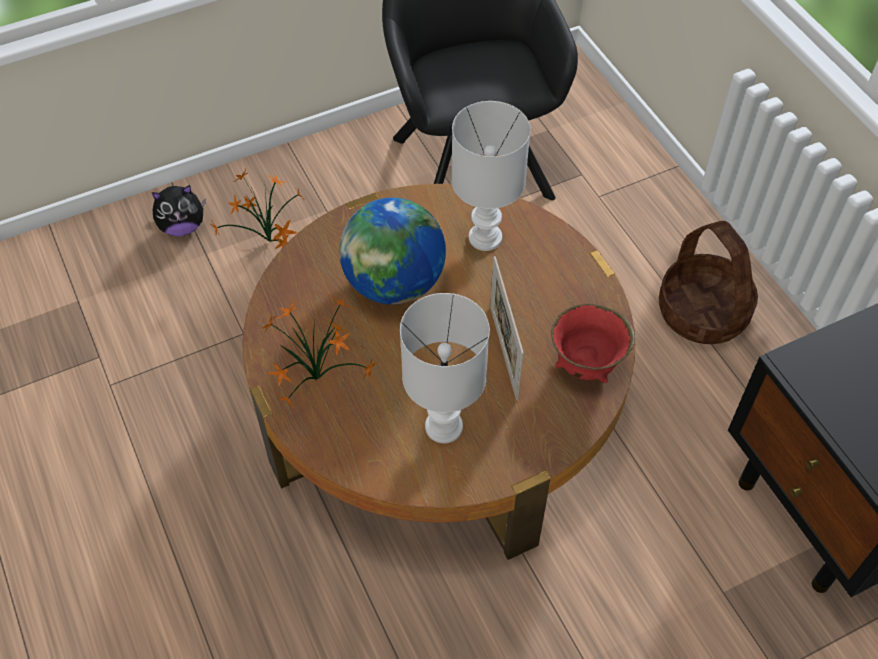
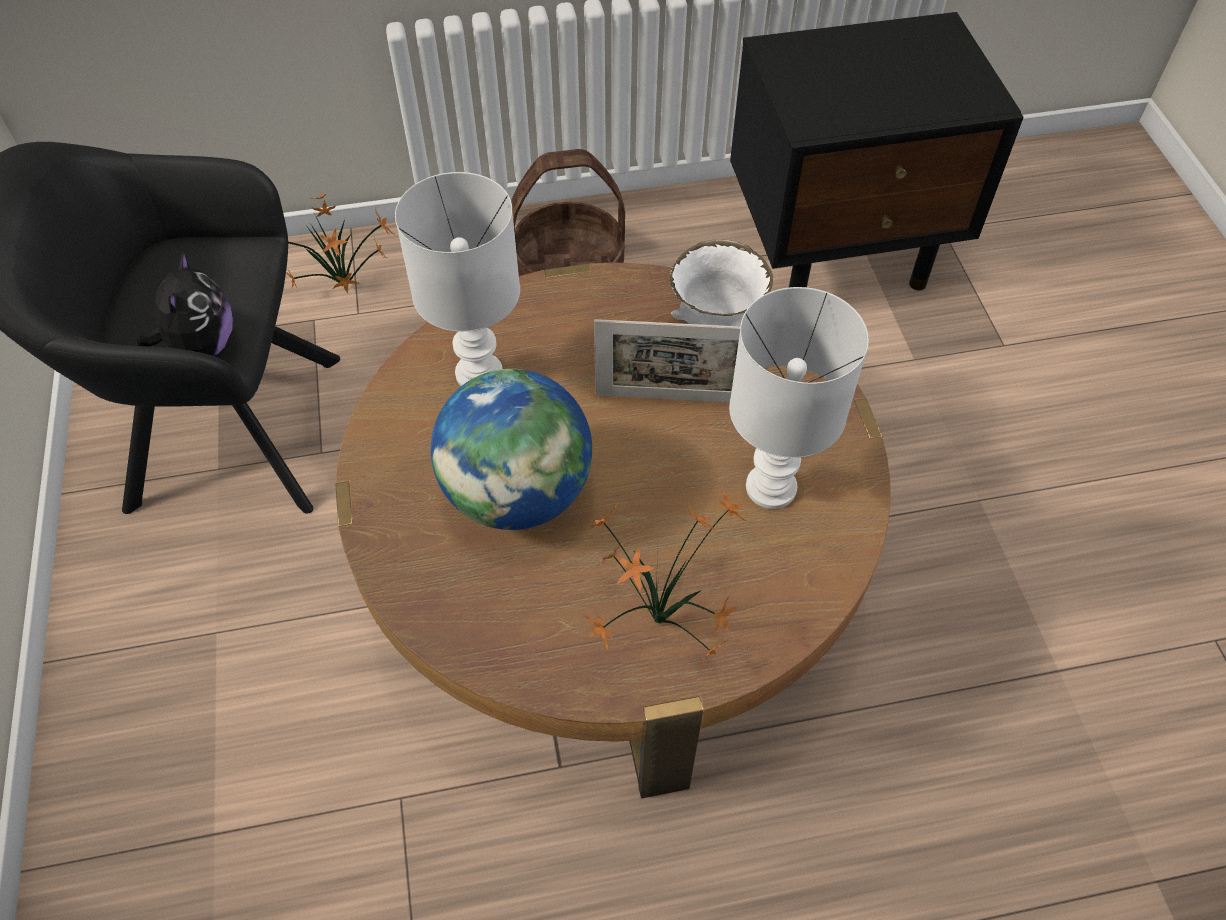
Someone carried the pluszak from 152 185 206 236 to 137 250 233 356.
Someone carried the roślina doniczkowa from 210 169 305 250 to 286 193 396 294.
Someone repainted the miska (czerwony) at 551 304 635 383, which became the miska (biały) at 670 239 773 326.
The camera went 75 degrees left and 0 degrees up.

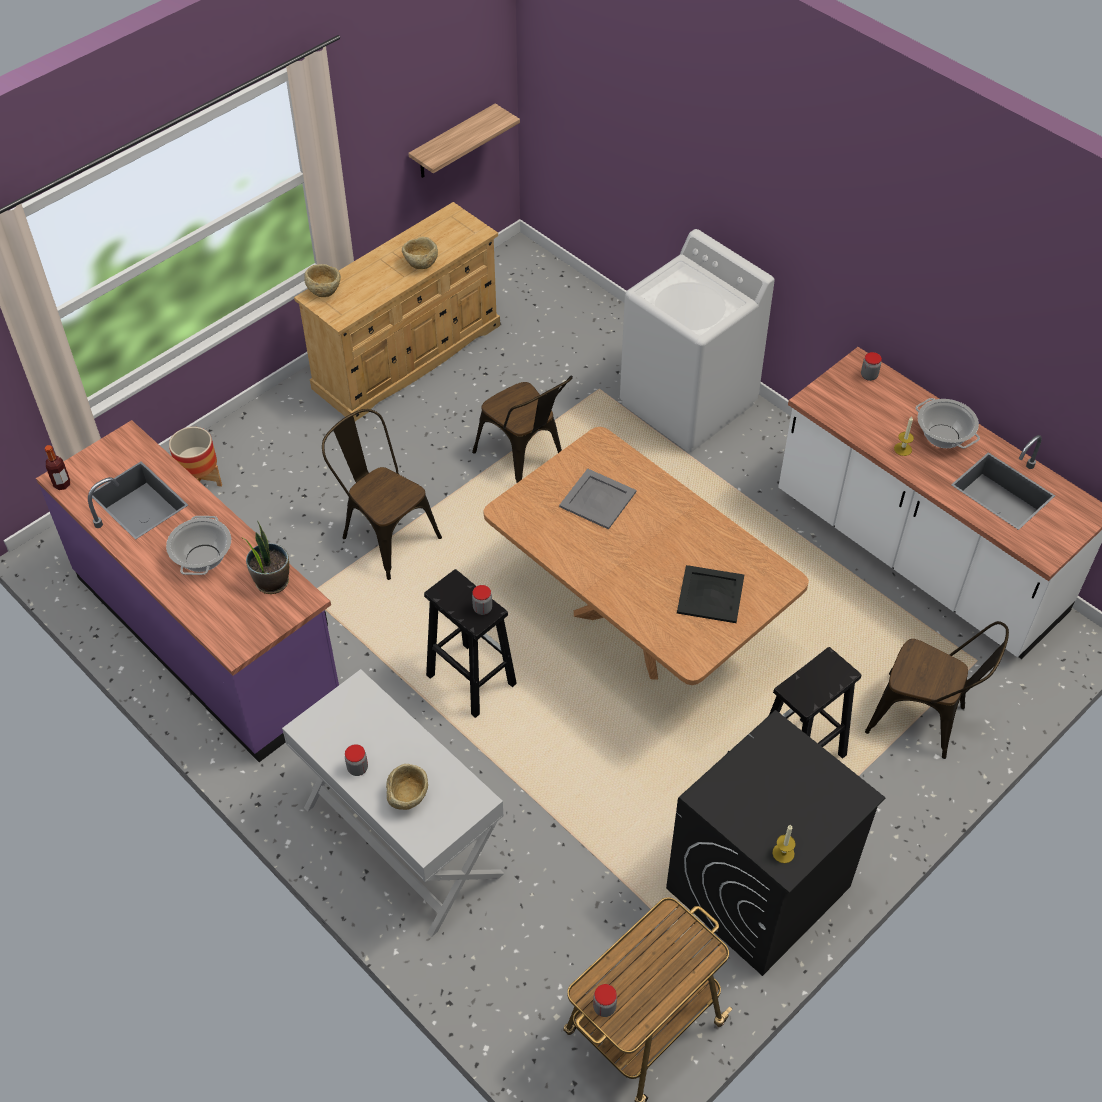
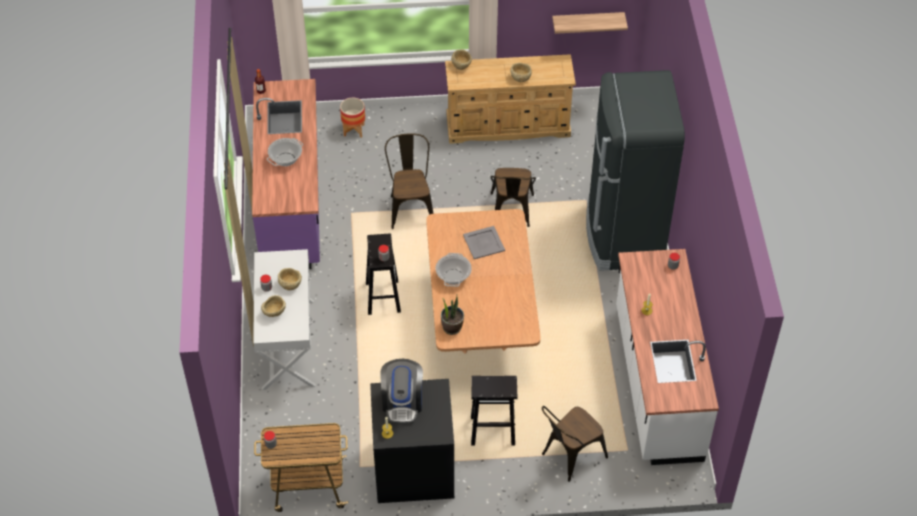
Someone carried the roślina doniczkowa from 241 520 289 594 to 441 296 464 335.
Someone swapped the pralka (biały) at 620 229 775 452 for the lodówka (czarny) at 586 70 685 271.
Someone took away the taca (czarny) at 677 565 744 623.
Someone rotated the krzesło (brązowy) at 865 621 1009 759 by 75 degrees clockwise.
Someone carried the garnek from 916 398 980 449 to 436 253 472 287.
Someone put down the miska (beżowy) at 278 268 302 290.
Someone put down the ekspres do kawy at 380 359 423 424.
The camera went 40 degrees right and 0 degrees up.

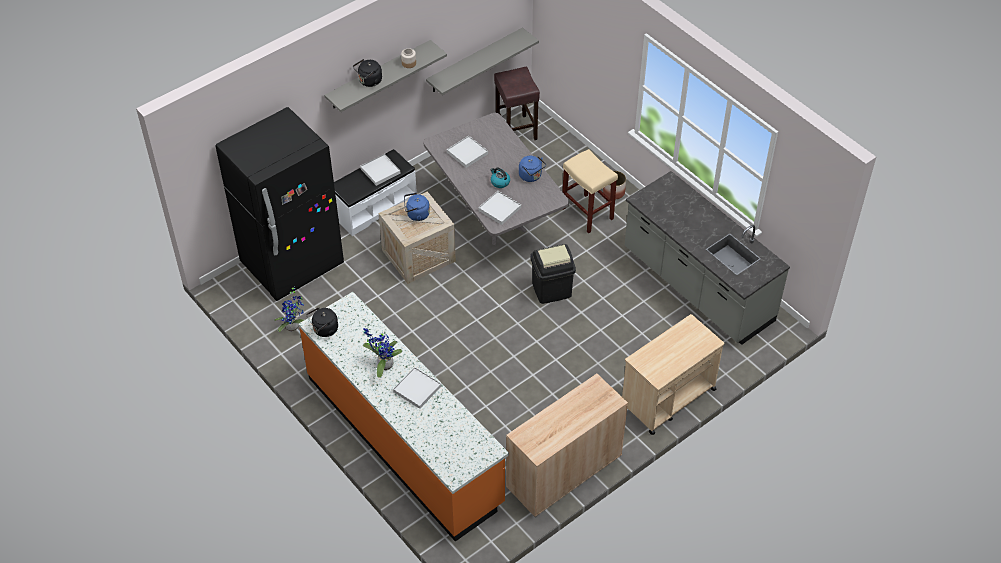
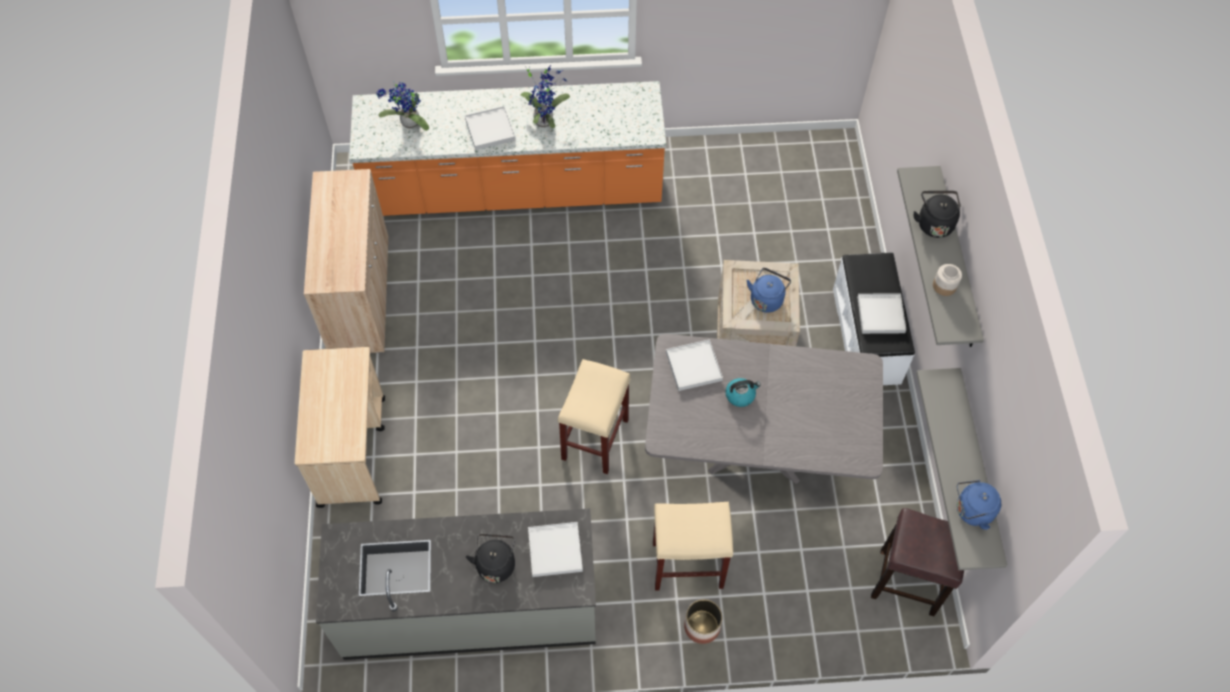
Someone took away the lodówka (czarny) at 215 107 344 301.
Someone carried the roślina doniczkowa from 274 285 304 332 to 376 81 429 131.
Someone carried the czajnik (czarny) from 307 307 338 337 to 466 534 515 583.
Someone carried the taca (biały) from 447 136 488 168 to 528 522 583 577.
Someone carried the czajnik (niebieski) from 519 156 546 182 to 957 480 1001 530.
Someone swapped the kosz na śmieci (czarny) at 530 244 576 304 for the stołek (beżowy) at 558 359 631 474.
The camera went 125 degrees right and 10 degrees up.

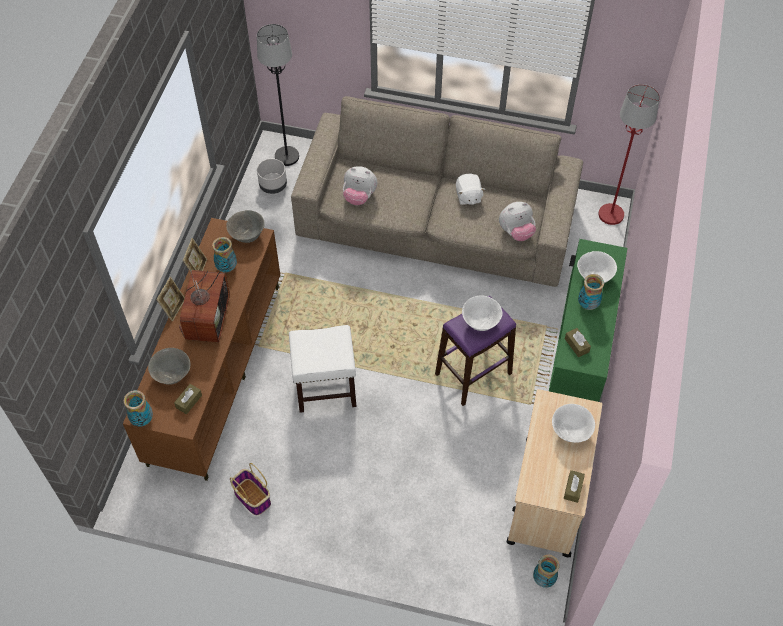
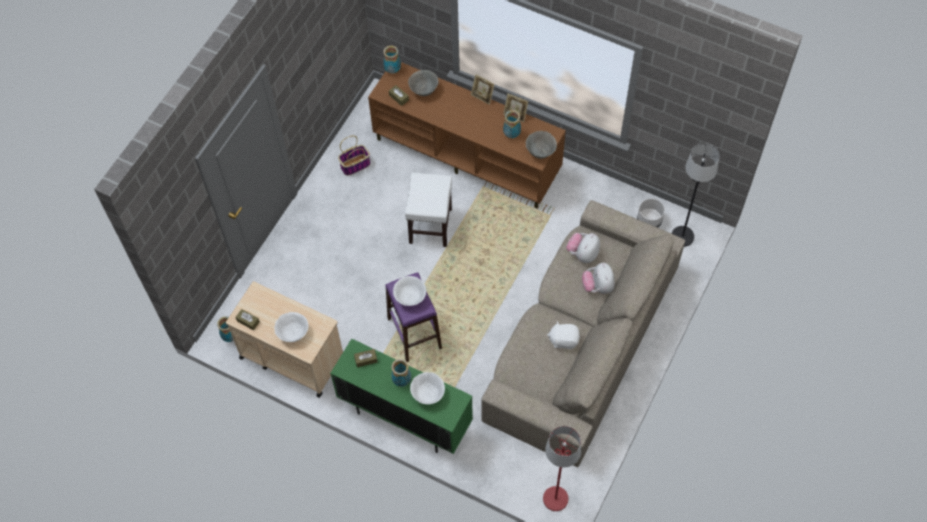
Someone took away the telewizor at 179 263 230 342.
Someone carried the pluszak from 499 202 536 241 to 582 263 615 294.
The camera went 105 degrees right and 5 degrees up.

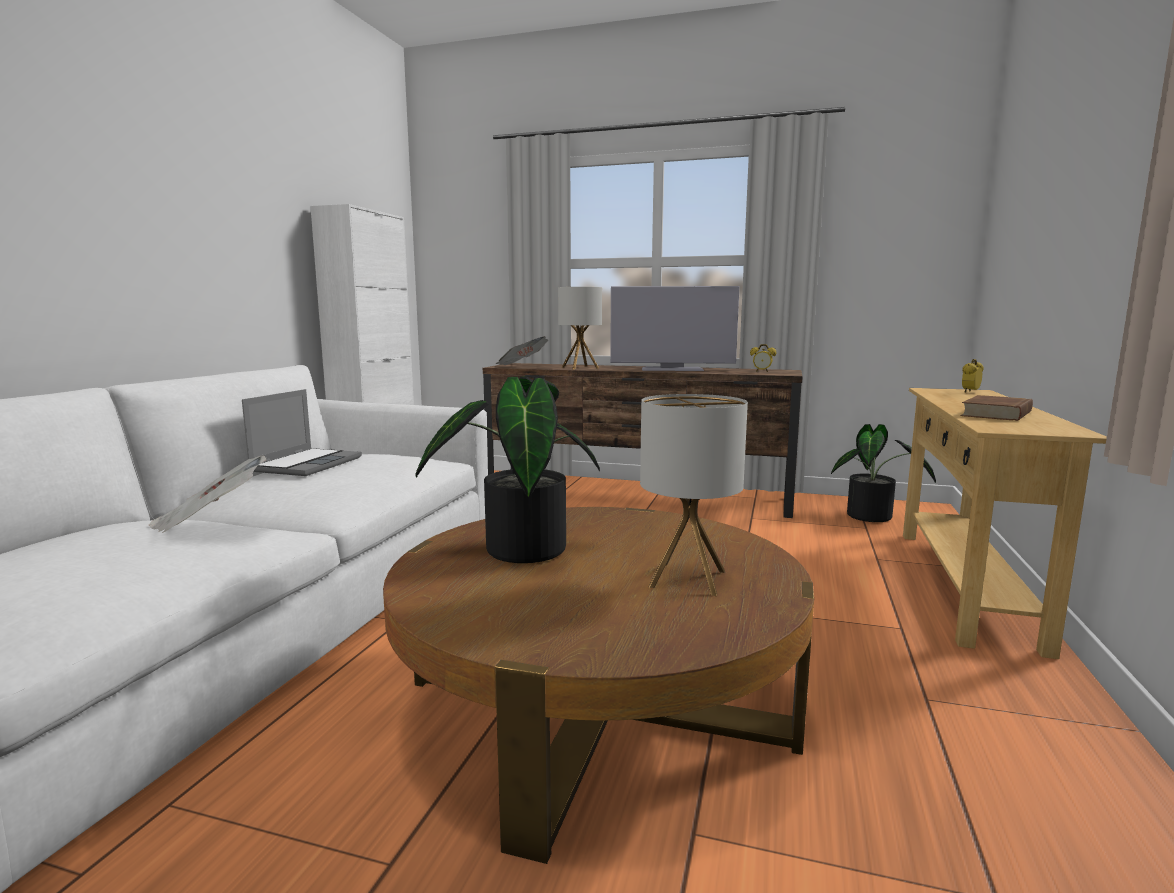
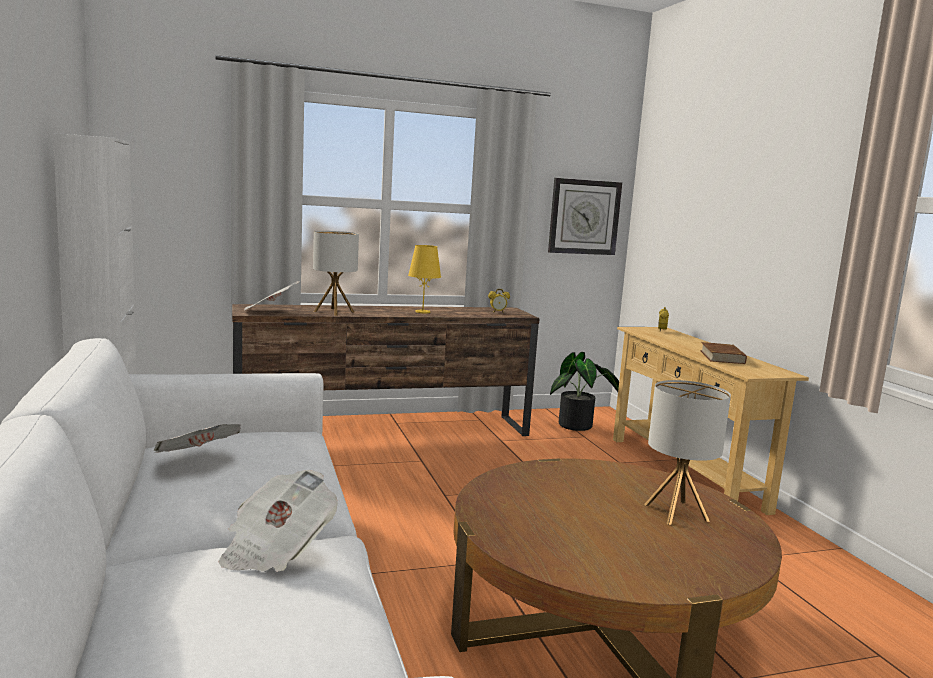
Someone swapped the laptop at 242 389 362 476 for the gazeta at 154 424 241 453.
Someone took away the roślina doniczkowa at 416 376 600 563.
Someone swapped the telewizor at 610 286 739 371 for the lampa stołowa (żółty) at 408 245 441 313.
Someone put up the zegar ścienny at 548 178 622 255.
The camera went 35 degrees left and 0 degrees up.

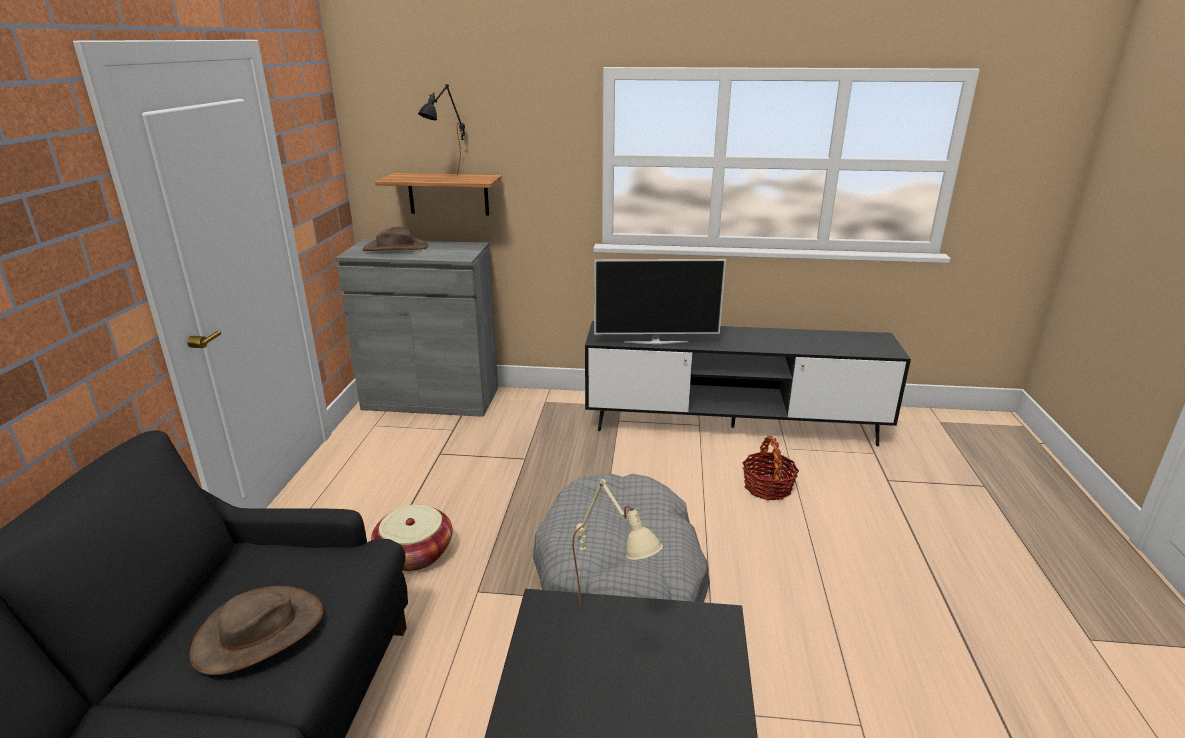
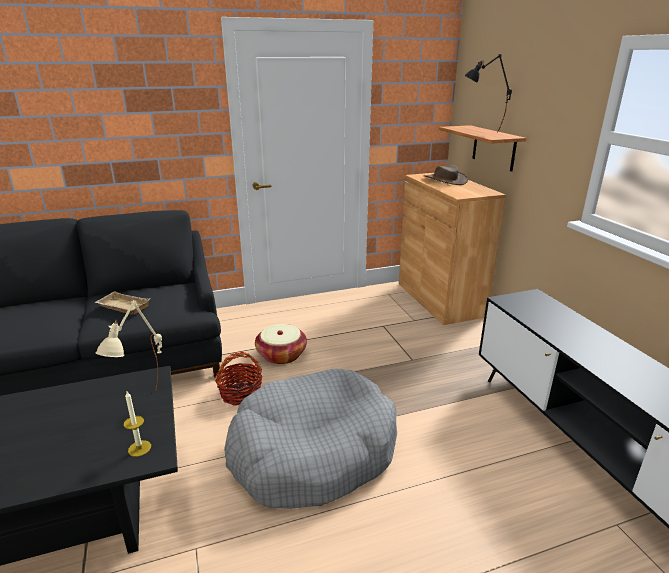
Someone swapped the kapelusz (brązowy) at 190 586 324 675 for the taca (beżowy) at 95 291 150 315.
Someone repainted the szafka (szary) at 336 239 498 417, which became the szafka (brązowy) at 399 173 506 325.
Someone took away the telewizor at 594 259 726 344.
Someone carried the koszyk from 742 436 799 500 to 215 352 262 406.
Someone put down the świeca at 124 392 151 457.
The camera went 65 degrees right and 0 degrees up.

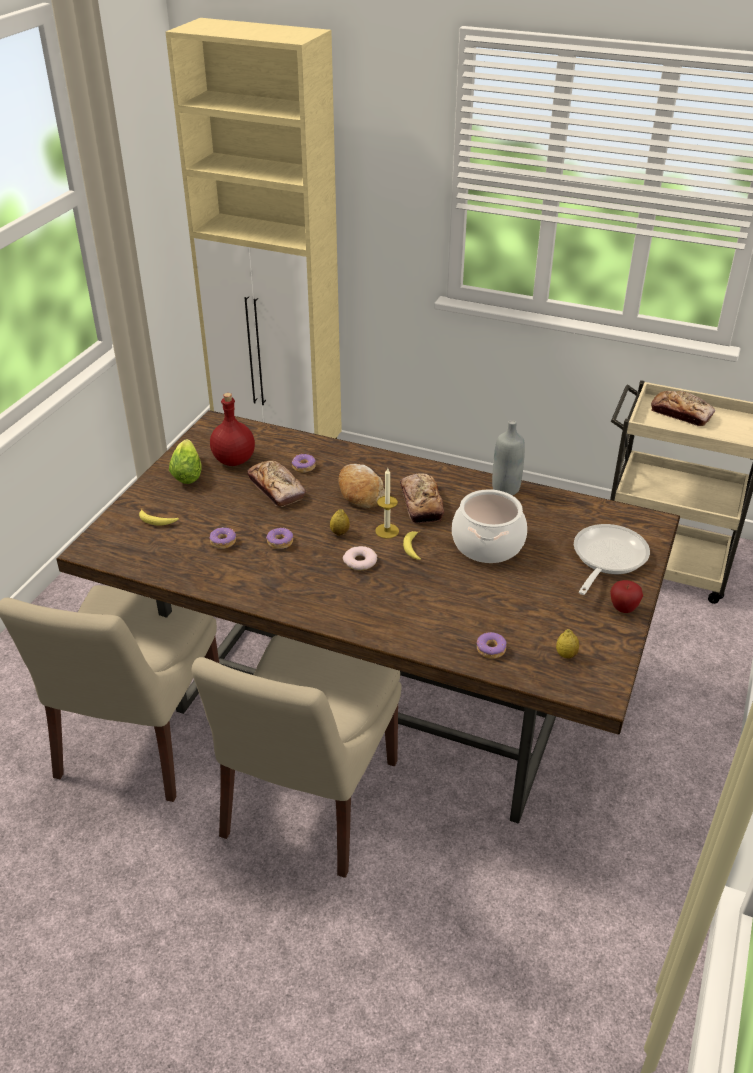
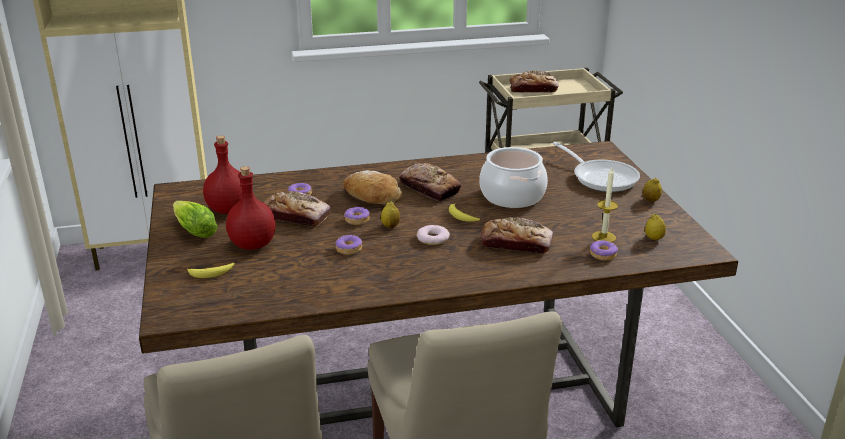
Someone carried the donut from 209 527 236 549 to 344 206 370 225.
Someone carried the świeca from 375 468 399 539 to 592 168 618 242.
Someone took away the butelka (szary) at 492 420 525 495.
Someone rotated the patelnia at 574 524 650 595 by 150 degrees clockwise.
Someone swapped the jabłko at 610 580 643 613 for the cytryna at 643 178 662 202.
Someone put down the butelka (czerwony) at 226 166 276 250.
Someone put down the chleb at 480 217 553 254.
The camera went 35 degrees left and 10 degrees down.

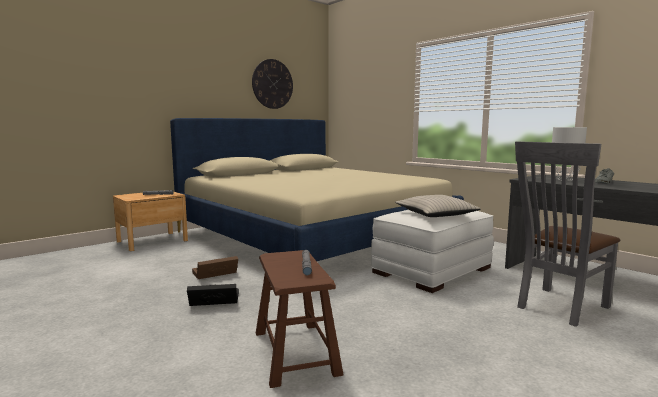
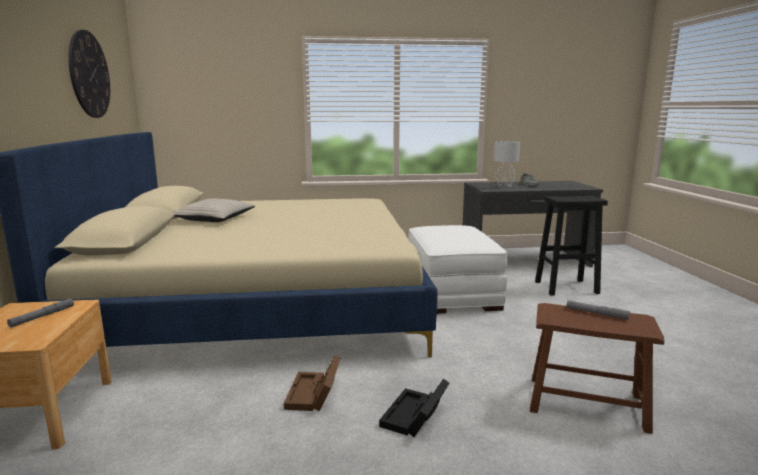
Someone carried the poduszka (beżowy) from 395 195 481 217 to 172 199 255 222.
Someone swapped the krzesło (szary) at 515 141 621 327 for the stołek (czarny) at 535 196 608 295.
The camera went 55 degrees left and 5 degrees up.

